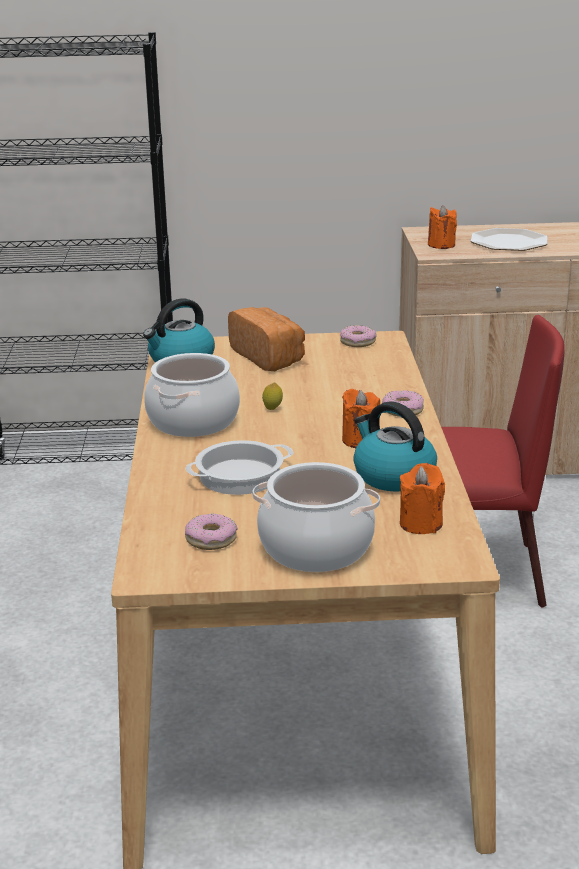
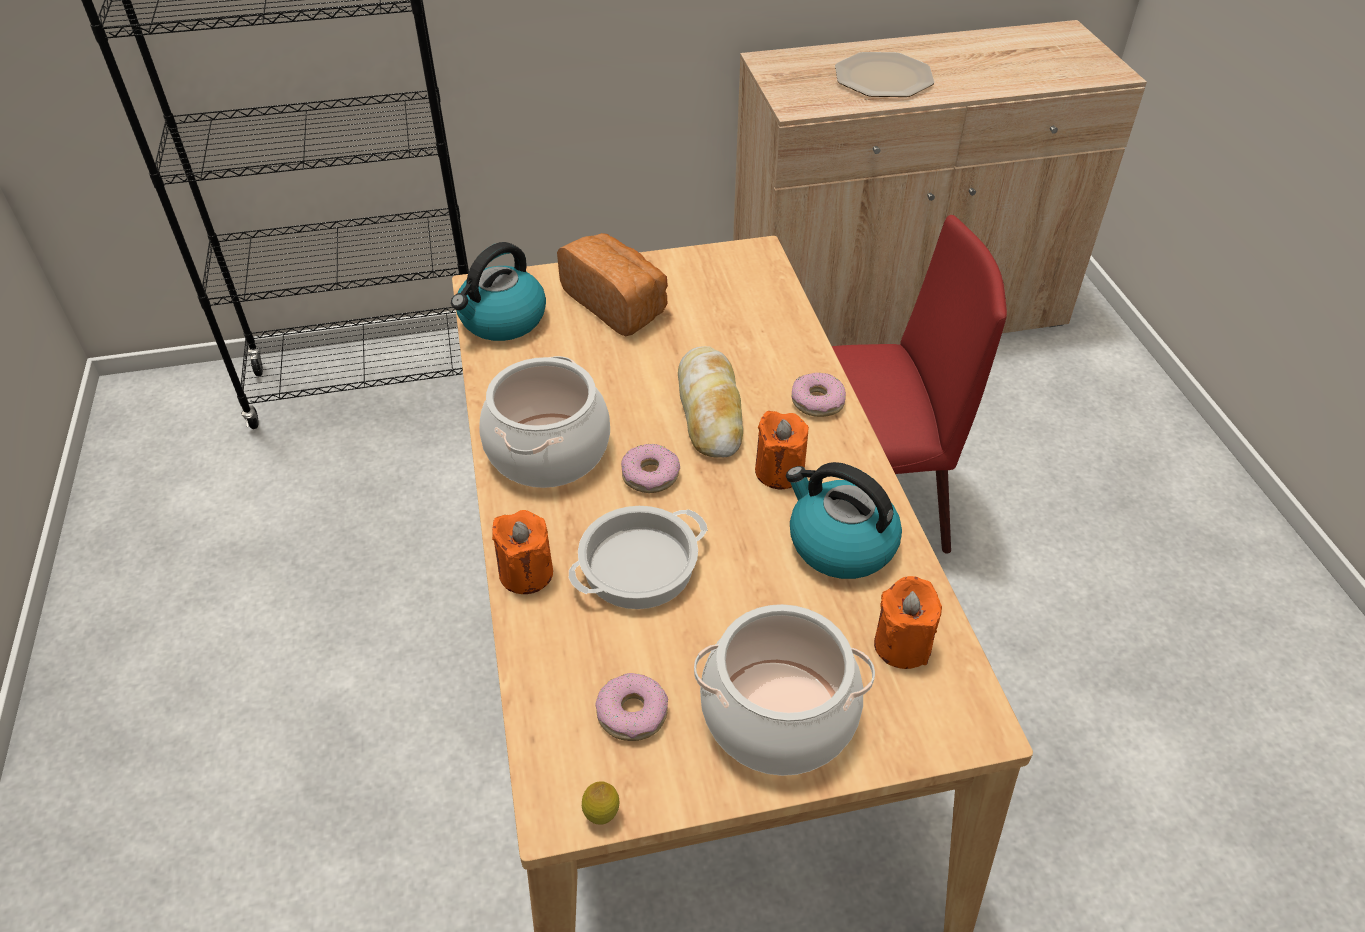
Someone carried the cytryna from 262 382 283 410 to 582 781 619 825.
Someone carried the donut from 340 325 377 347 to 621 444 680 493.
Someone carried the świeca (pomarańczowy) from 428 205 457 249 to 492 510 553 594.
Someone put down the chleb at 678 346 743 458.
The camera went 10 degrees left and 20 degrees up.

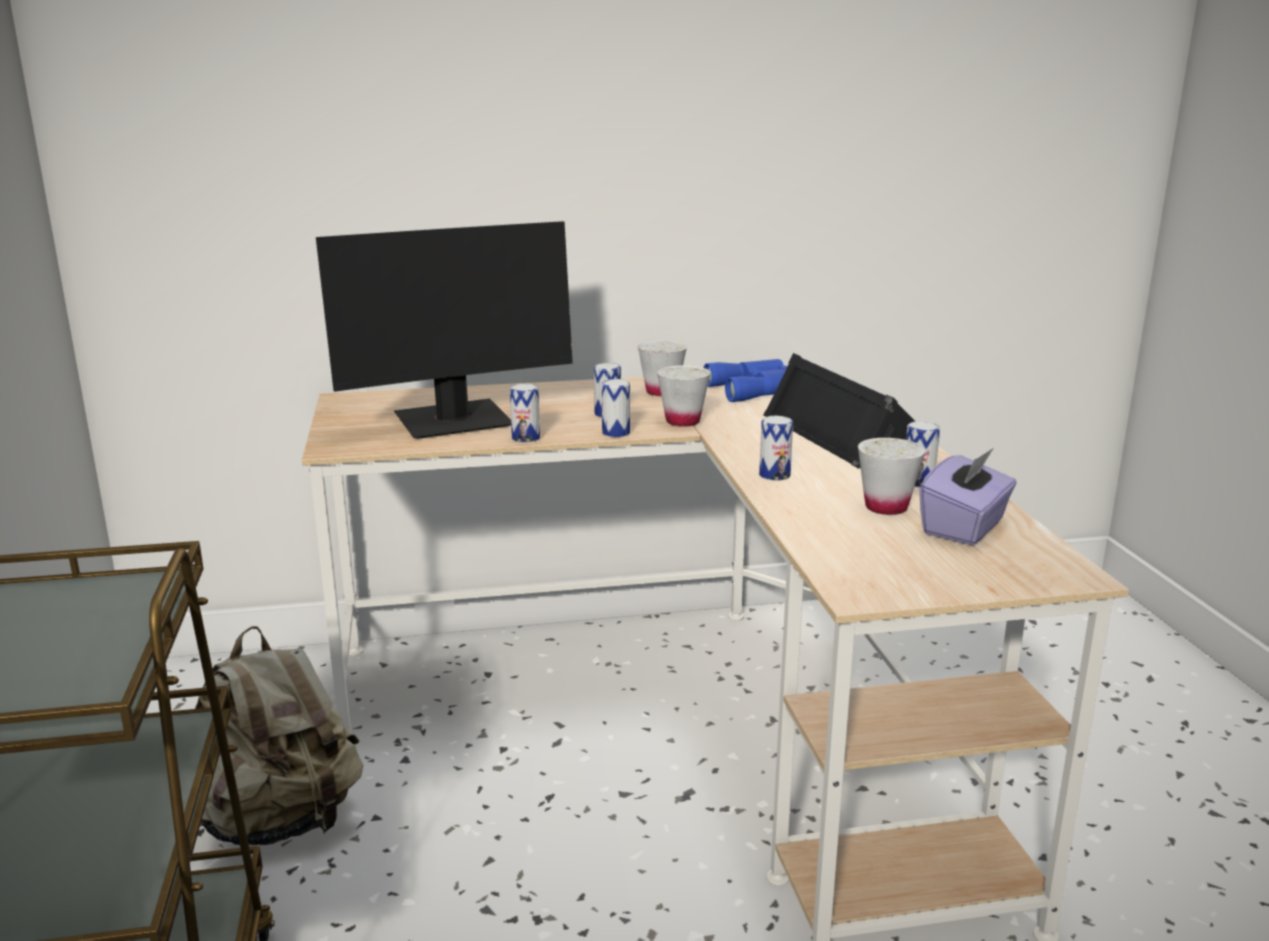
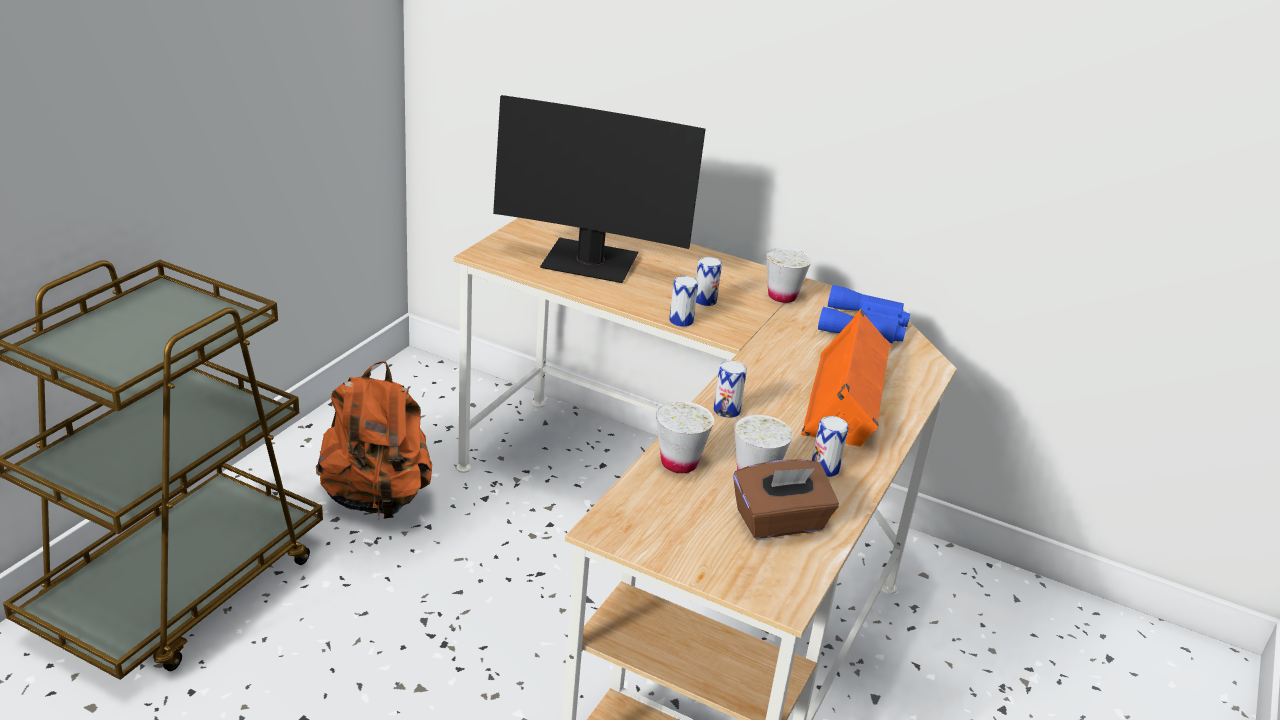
Someone repainted the plecak (beżowy) at 195 626 363 845, which became the plecak (pomarańczowy) at 316 361 432 519.
Someone took away the puszka at 510 383 540 443.
Someone carried the filiżanka (biały) from 657 365 710 427 to 656 401 714 473.
Someone repainted the głośnik (czarny) at 763 353 915 468, which became the głośnik (pomarańczowy) at 801 309 891 447.
Someone repainted the pudełko chusteczek (fioletowy) at 919 448 1017 545, which became the pudełko chusteczek (brązowy) at 733 460 839 538.
The camera went 35 degrees right and 10 degrees up.

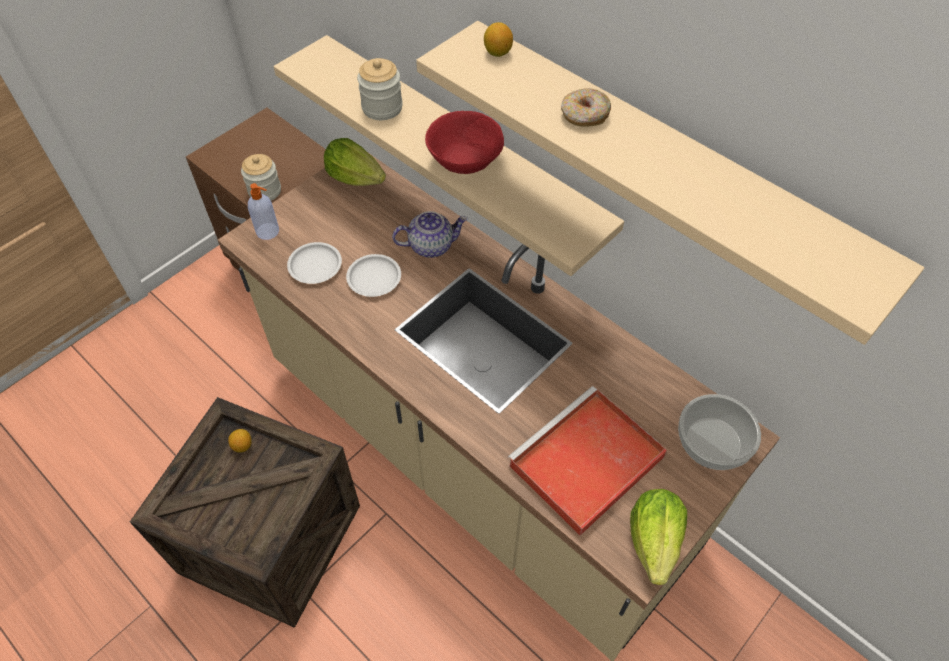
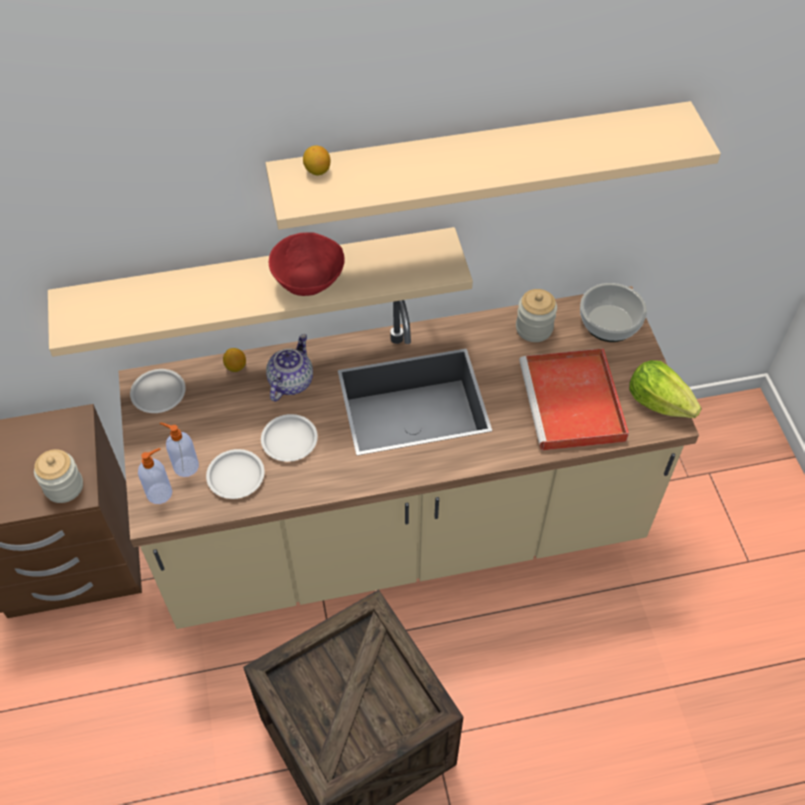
Someone carried the cytryna from 228 429 252 453 to 223 348 246 372.
Someone swapped the sałata at 324 138 386 186 for the talerz (biały) at 130 369 186 413.
Someone carried the słoik from 357 58 403 120 to 516 289 557 342.
Someone took away the donut at 561 88 611 127.
Someone put down the dozownik mydła at 160 422 199 477.
The camera went 55 degrees left and 0 degrees up.

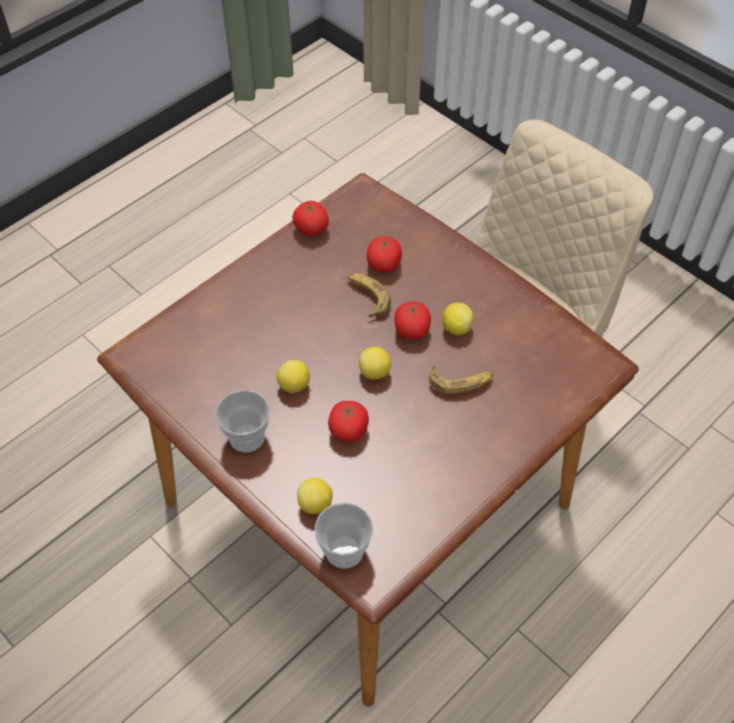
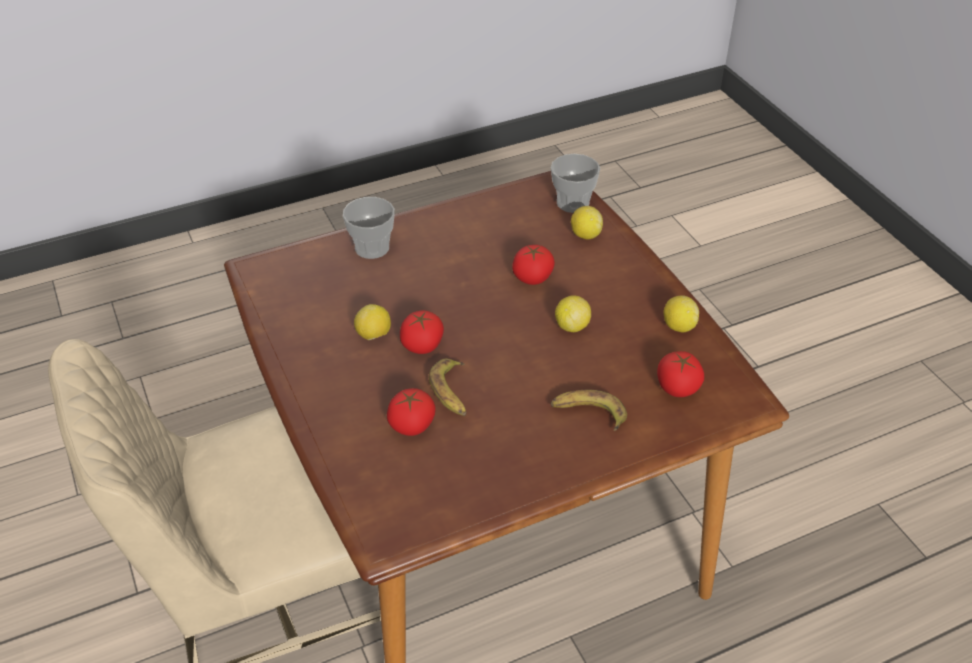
Someone carried the filiżanka from 215 390 270 452 to 343 197 395 259.
Someone carried the pomidor from 292 201 329 236 to 657 351 704 397.
Someone carried the cytryna from 359 347 391 380 to 663 295 699 332.
Someone carried the banan from 429 366 493 394 to 551 390 627 431.
The camera went 160 degrees left and 10 degrees down.

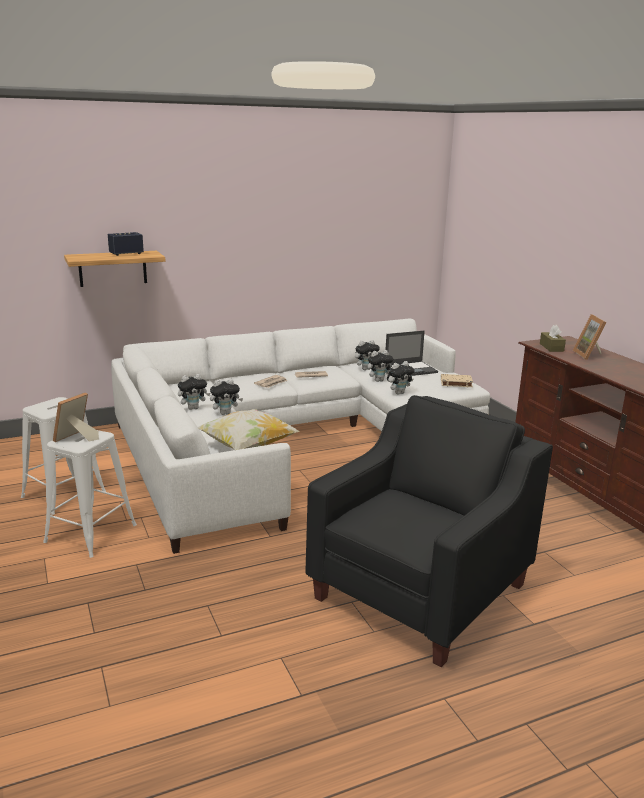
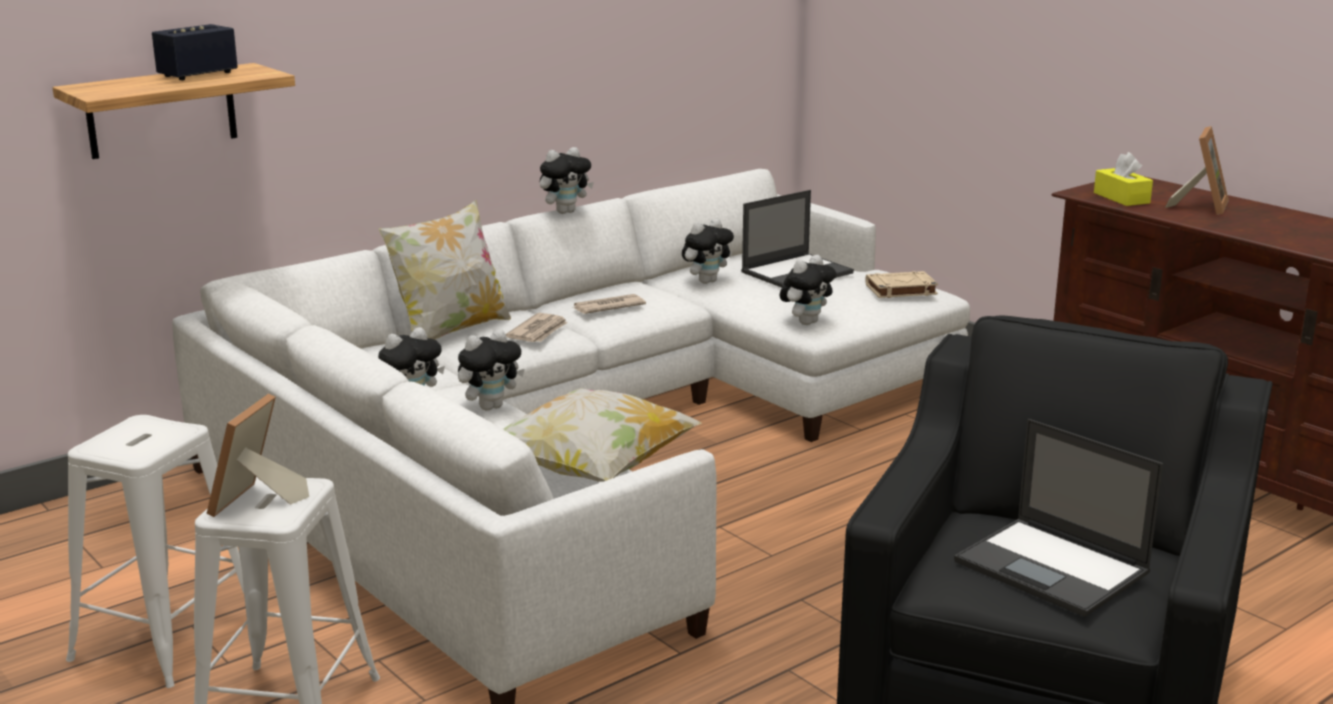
Someone carried the pluszak from 367 350 394 382 to 540 147 594 214.
Someone repainted the pudełko chusteczek (brązowy) at 540 325 566 352, which became the pudełko chusteczek (żółty) at 1094 152 1153 206.
Someone rotated the ramka na zdjęcie at 573 314 607 360 by 135 degrees counterclockwise.
Someone put down the poduszka at 378 200 511 340.
Someone put down the laptop at 954 419 1163 617.
The camera went 15 degrees left and 0 degrees up.

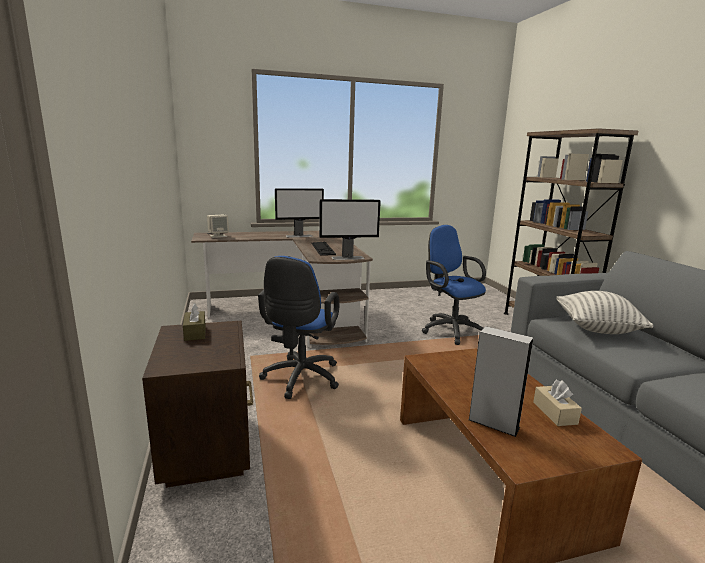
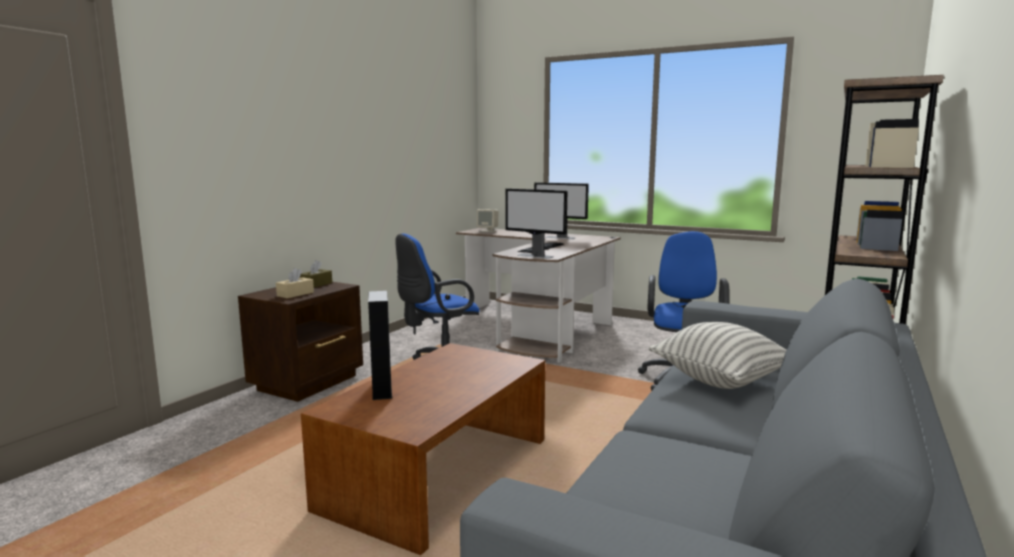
Someone carried the pudełko chusteczek (beżowy) from 533 380 582 426 to 276 268 314 298.
The camera went 45 degrees right and 5 degrees down.

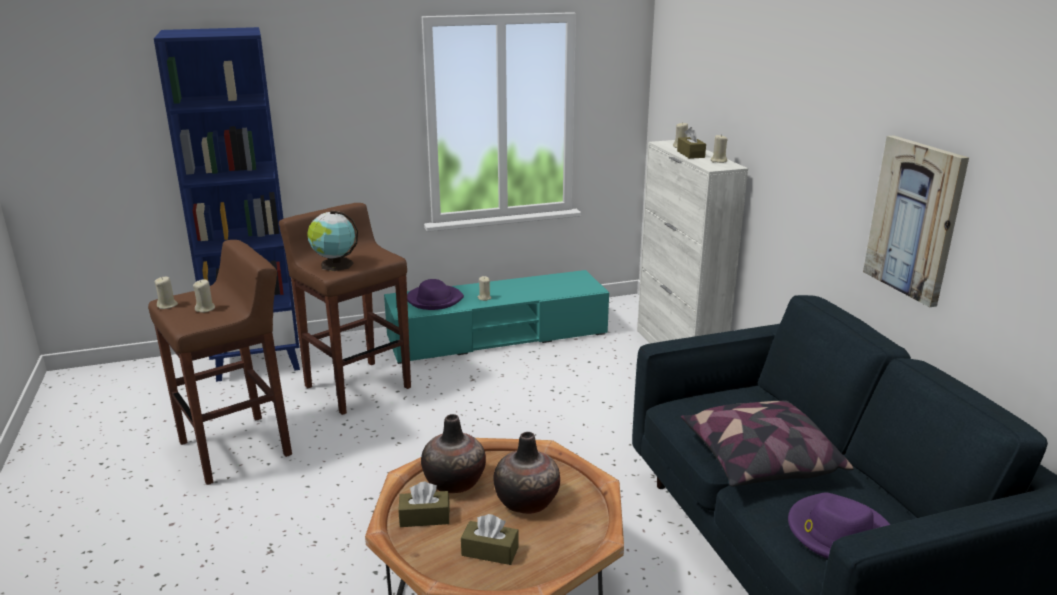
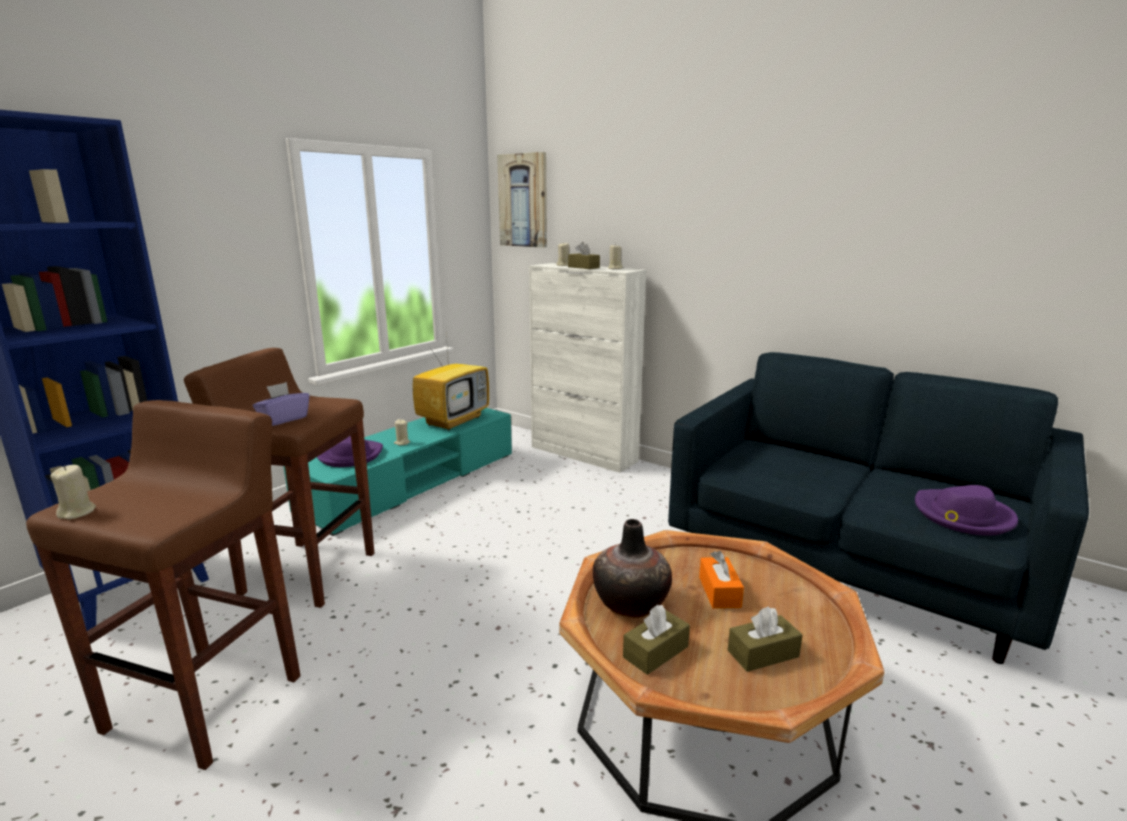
Someone took away the świeca (beżowy) at 193 279 215 313.
Someone swapped the globus at 307 211 358 271 for the pudełko chusteczek (fioletowy) at 253 382 309 426.
Someone swapped the wazon at 493 432 560 514 for the pudełko chusteczek (pomarańczowy) at 699 551 744 609.
Someone took away the poduszka at 681 400 854 487.
Someone carried the obraz from 863 135 969 307 to 497 152 547 248.
Someone put down the telewizor at 413 333 489 431.
The camera went 35 degrees left and 5 degrees down.

